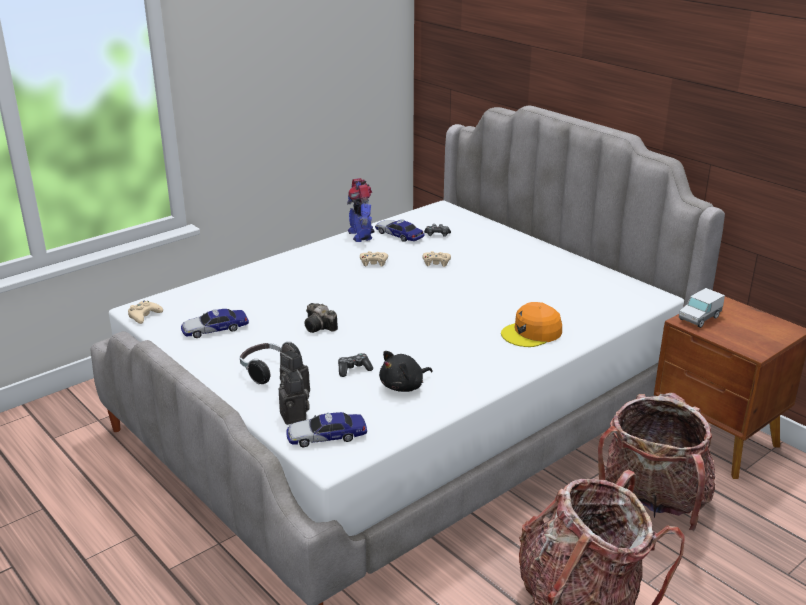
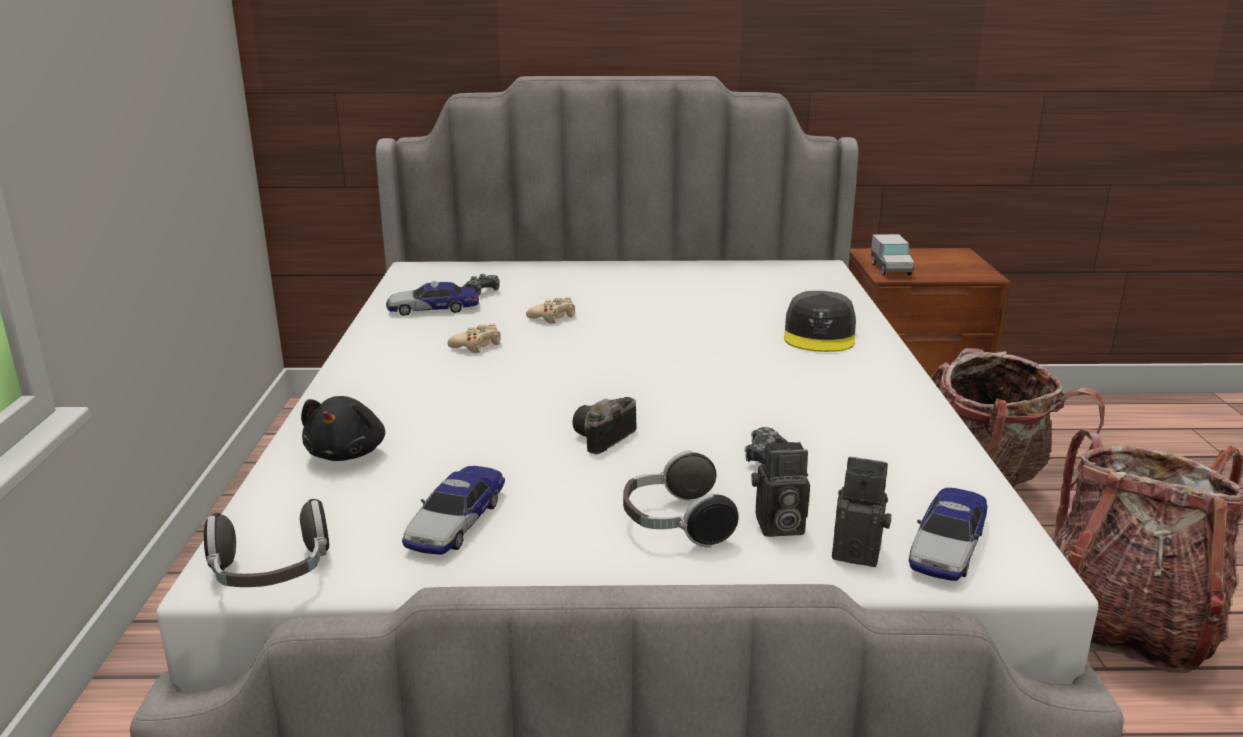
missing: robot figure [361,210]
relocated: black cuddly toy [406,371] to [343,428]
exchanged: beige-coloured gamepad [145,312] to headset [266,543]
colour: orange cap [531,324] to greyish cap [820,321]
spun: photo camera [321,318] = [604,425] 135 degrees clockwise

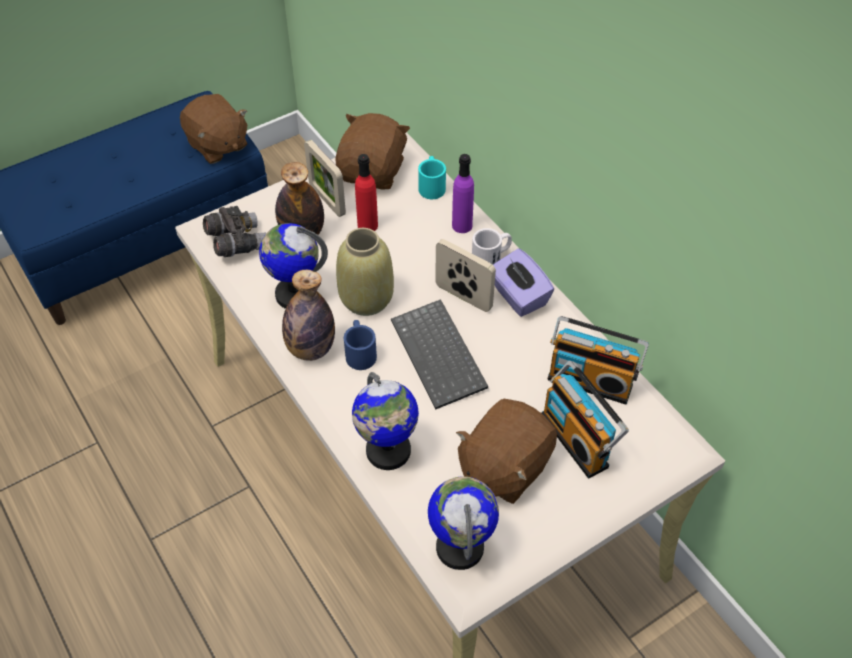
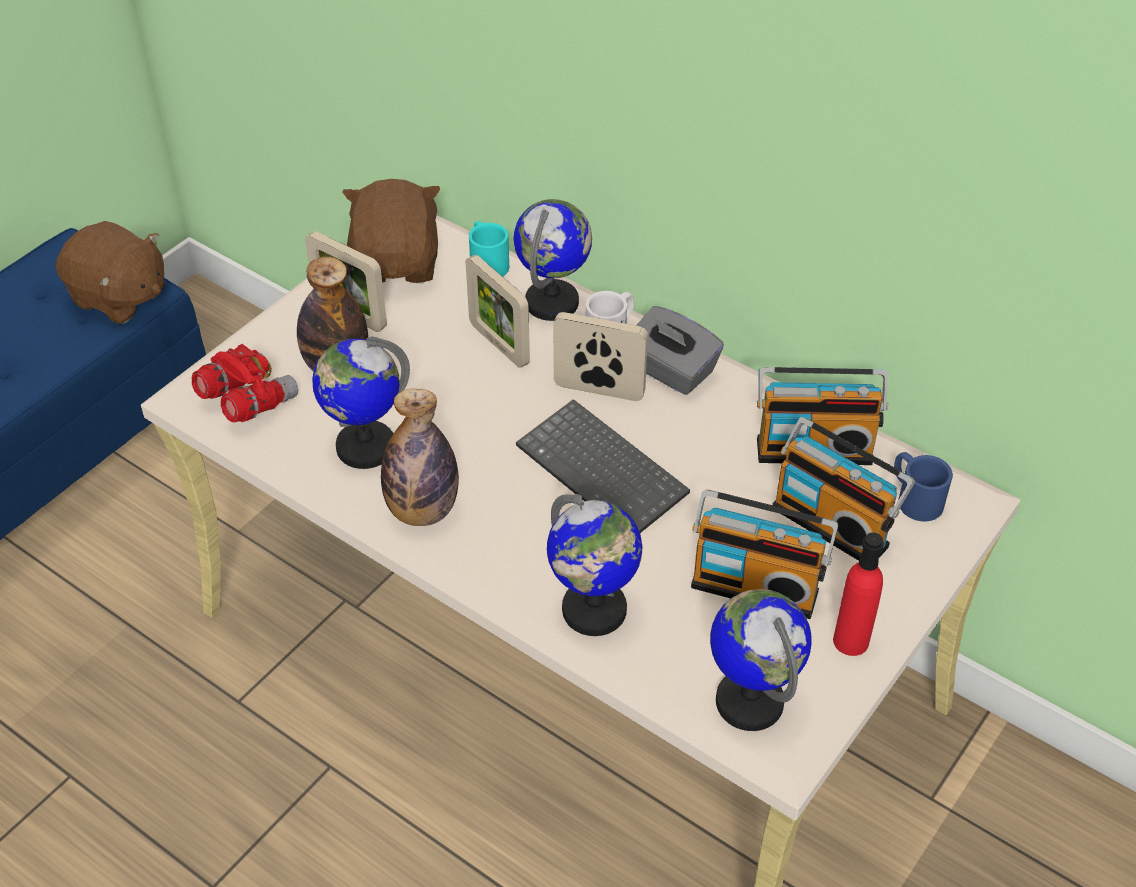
missing: beige-coloured vase [365,272]
appeared: standing frame [498,311]
relocated: reddish beverage bottle [366,192] to [858,594]; blue mug [360,345] to [923,487]
exchanged: purplish beverage bottle [463,193] to world globe [553,260]; brown-coloured cuddly toy [506,451] to radio receiver [764,554]
colour: greyish binoculars [234,231] to reddish binoculars [245,383]; purplish tissue box [523,283] to greyish tissue box [680,350]

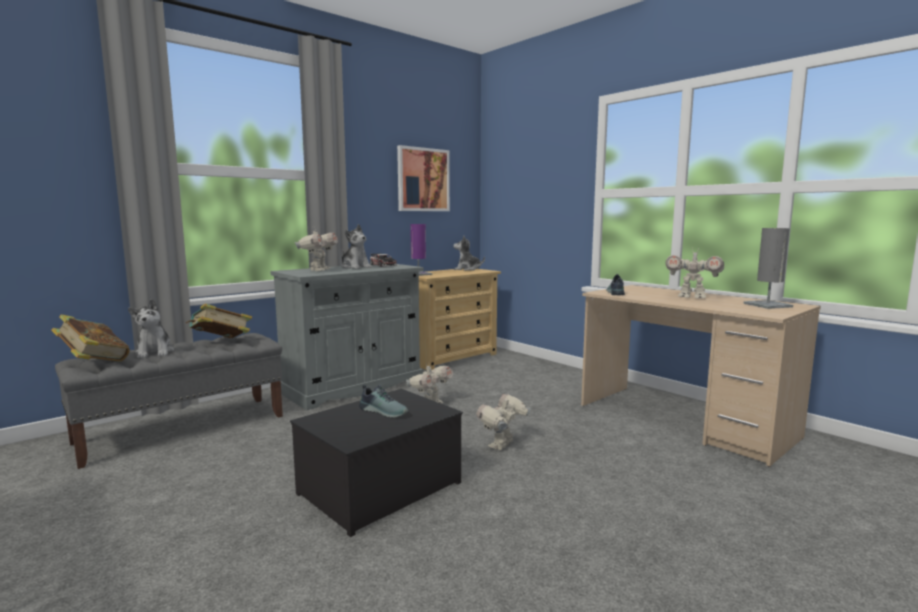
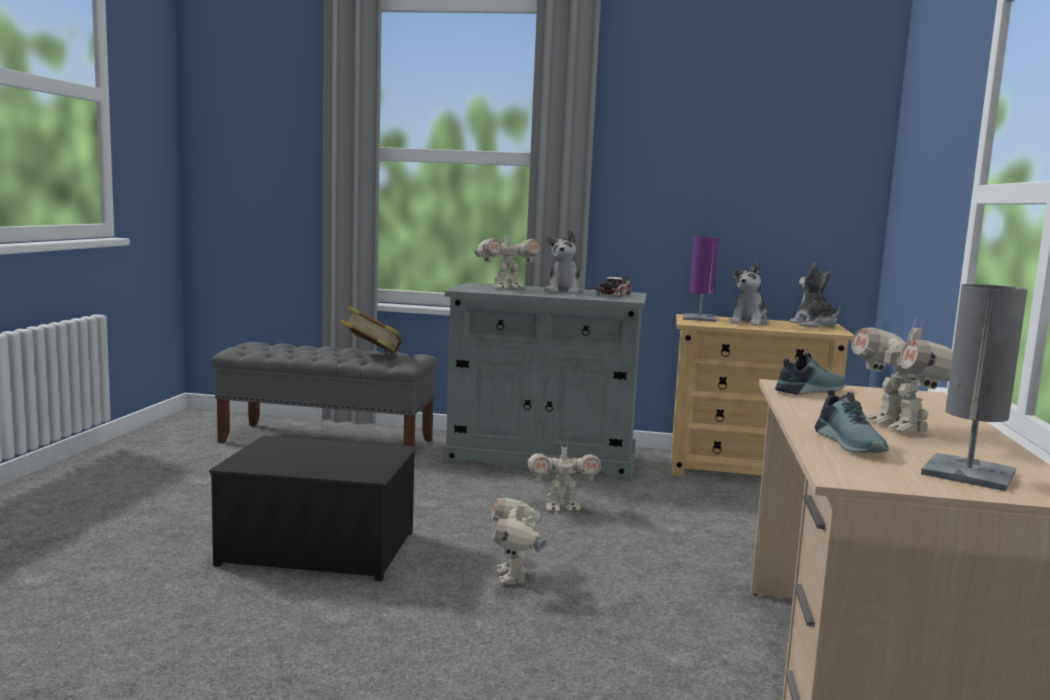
missing: volume [90,338]; picture [423,178]
relocated: cuddly toy [151,328] to [749,293]; item of footwear [383,401] to [852,421]
spun: robot figure [503,422] = [519,540] 90 degrees counterclockwise

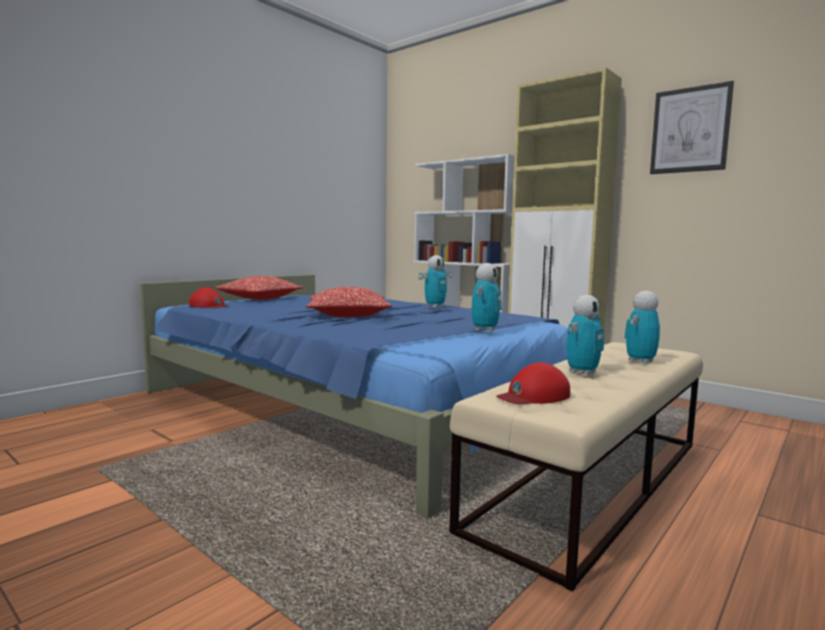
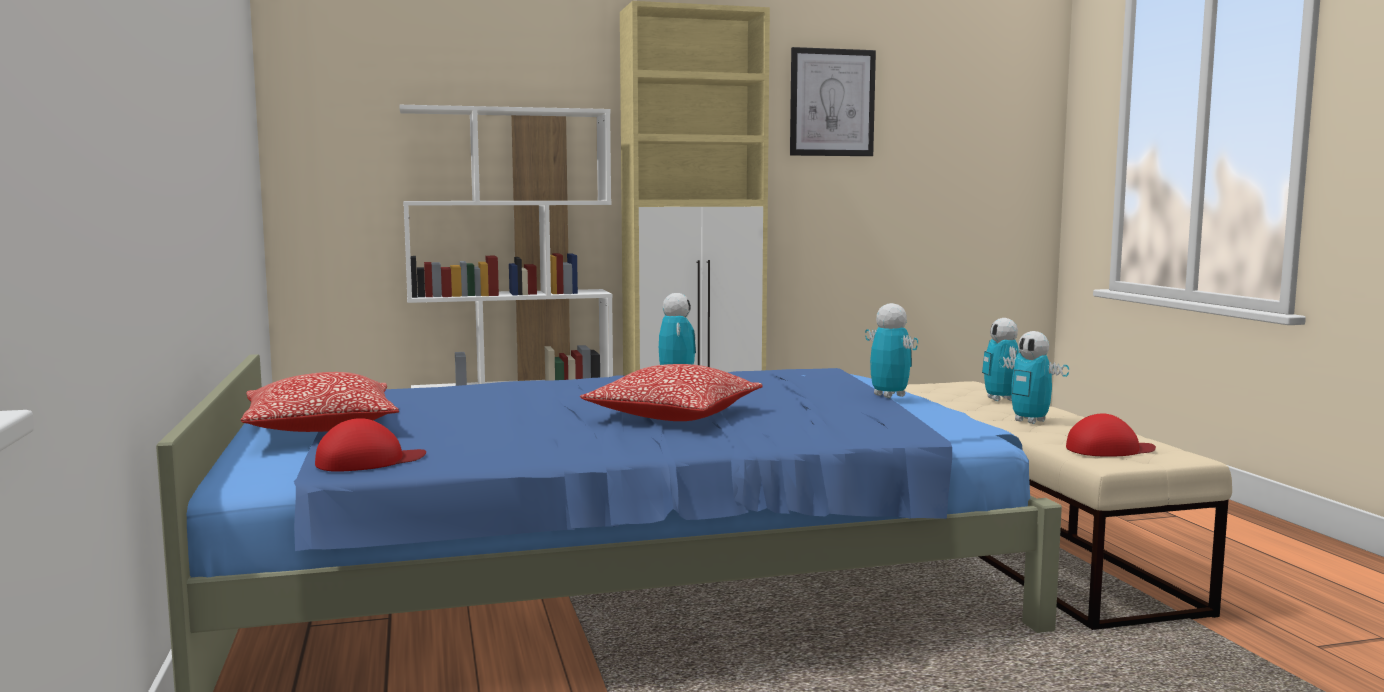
spun: robot figure [585,335] = [1034,377] 150 degrees clockwise; reddish cap [533,383] = [1111,435] 105 degrees counterclockwise

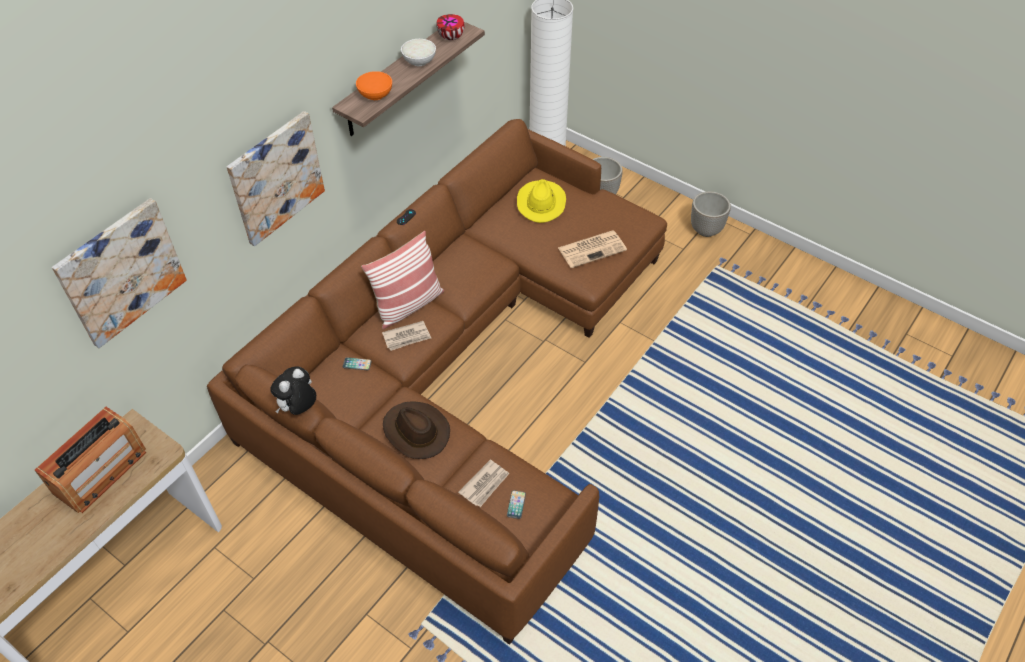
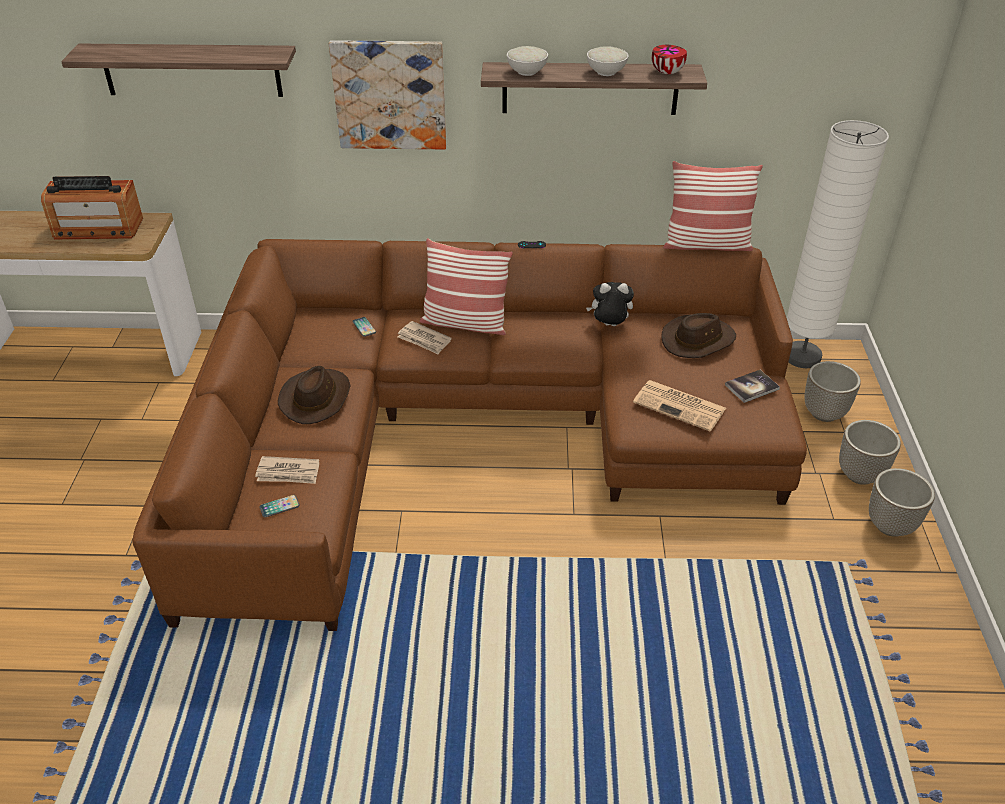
appeared: pillow [713,206]; volume [752,386]; plant pot [870,452]
relocated: cuddly toy [293,390] to [610,304]
exchanged: picture [119,273] to bracket shelf [178,70]
colour: orange deep dish [374,85] to white-coloured deep dish [527,61]; yellow-coloured hat [541,201] to brown-coloured hat [698,335]

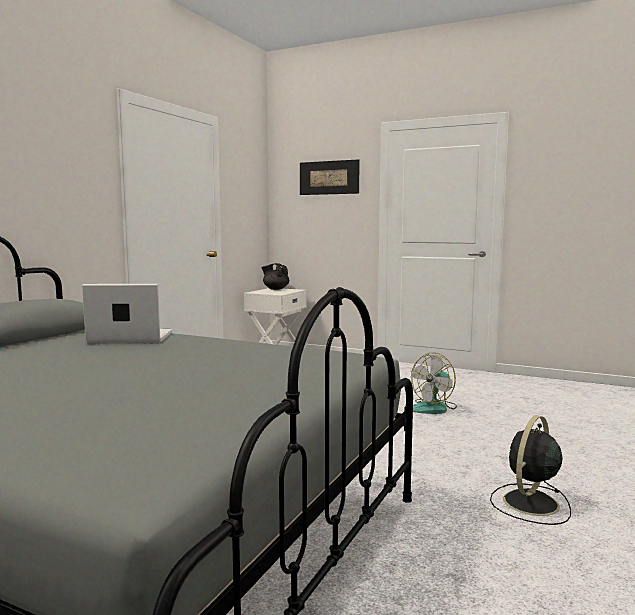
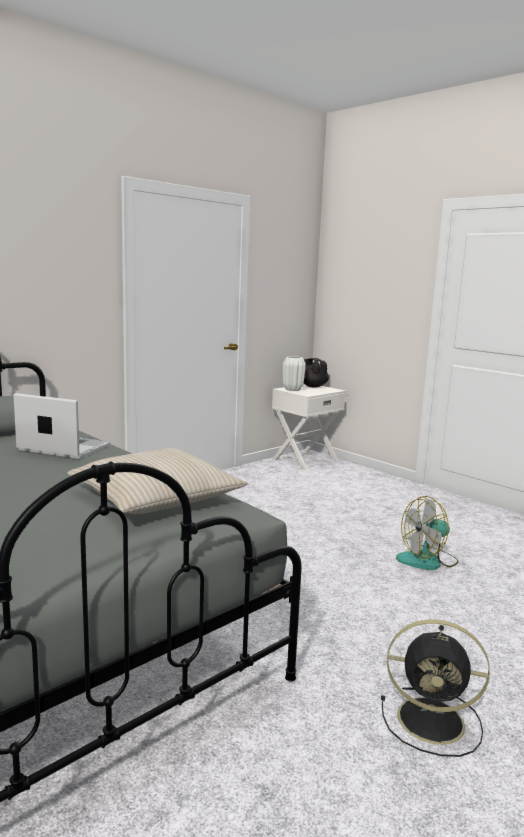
missing: picture [330,177]
appeared: beige-coloured pillow [157,481]; white-coloured vase [294,373]
spun: black cooling fan [530,470] = [435,688] 135 degrees counterclockwise

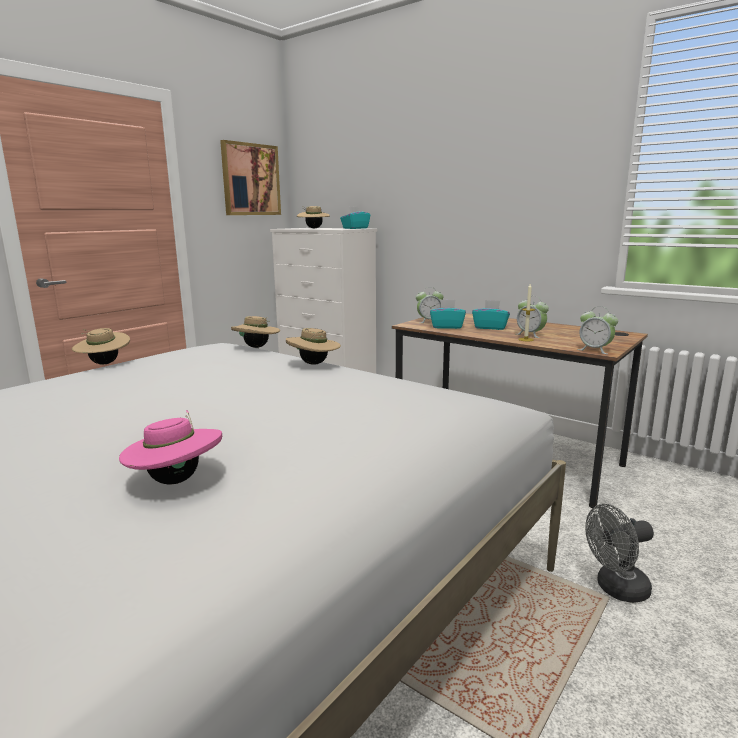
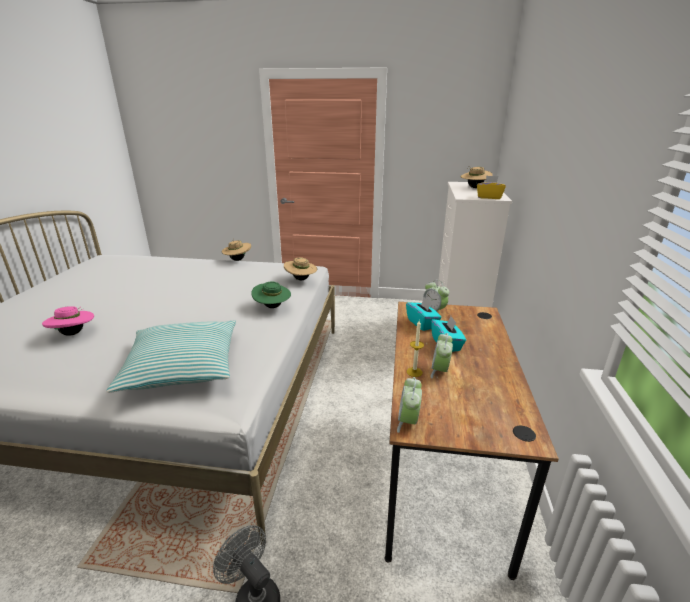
missing: picture [250,177]
appeared: pillow [171,356]
colour: beige-coloured hat [313,346] to green-coloured hat [271,294]; turquoise-coloured tissue box [355,218] to yellow-coloured tissue box [491,187]

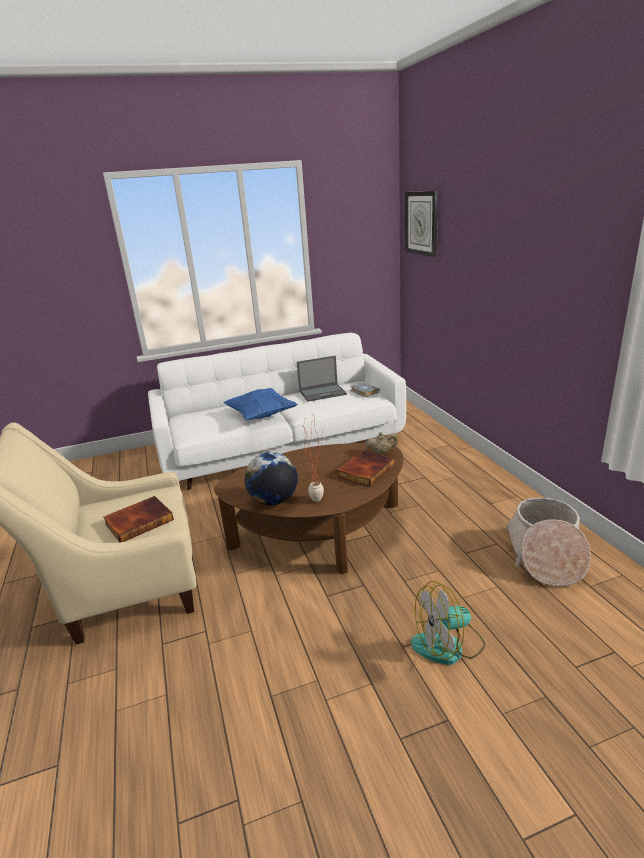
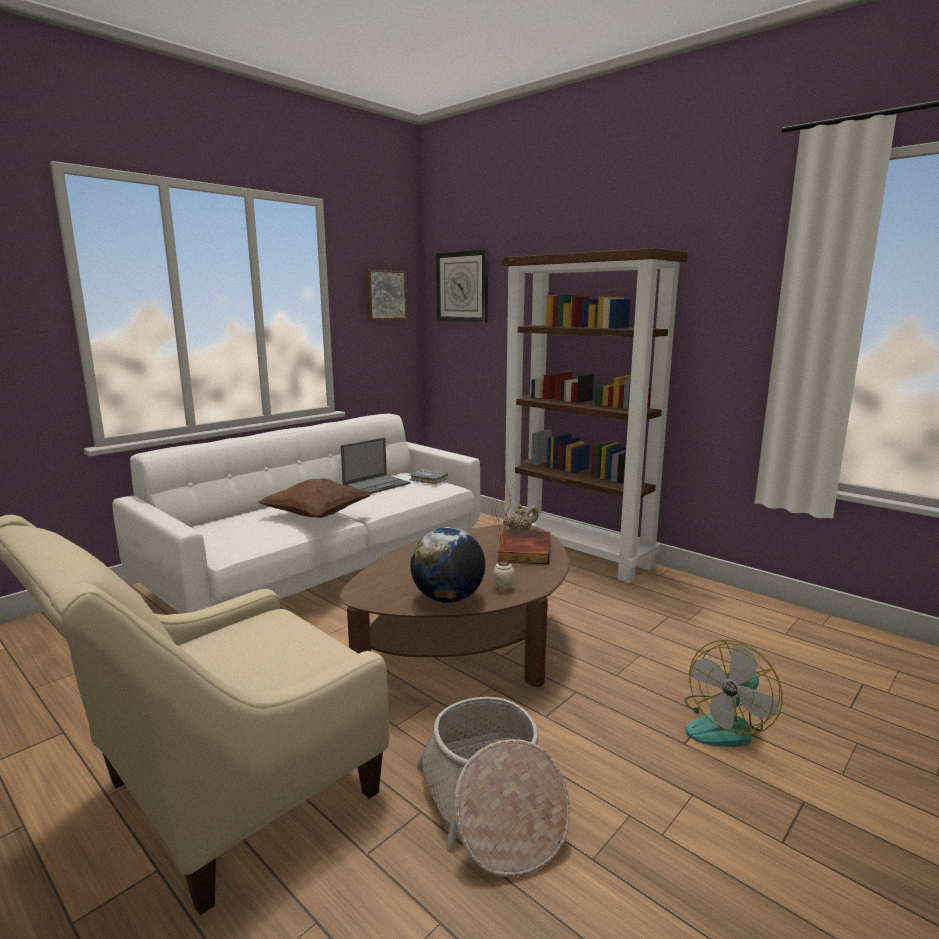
missing: volume [138,519]
appeared: picture [386,295]; brown-coloured shelving unit [594,415]
relocated: storage basket [548,542] to [493,787]
colour: blue pillow [260,404] to brown-coloured pillow [315,498]

